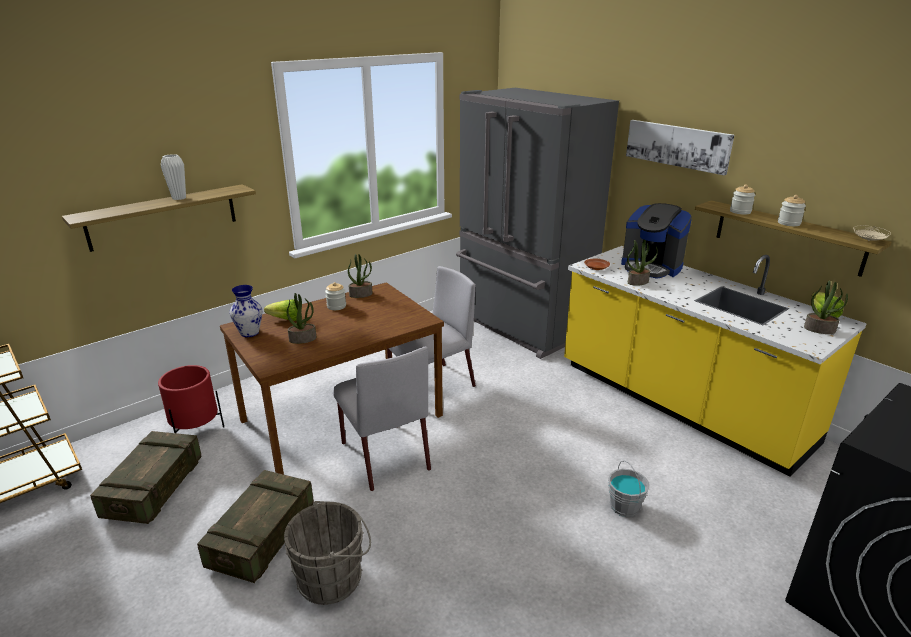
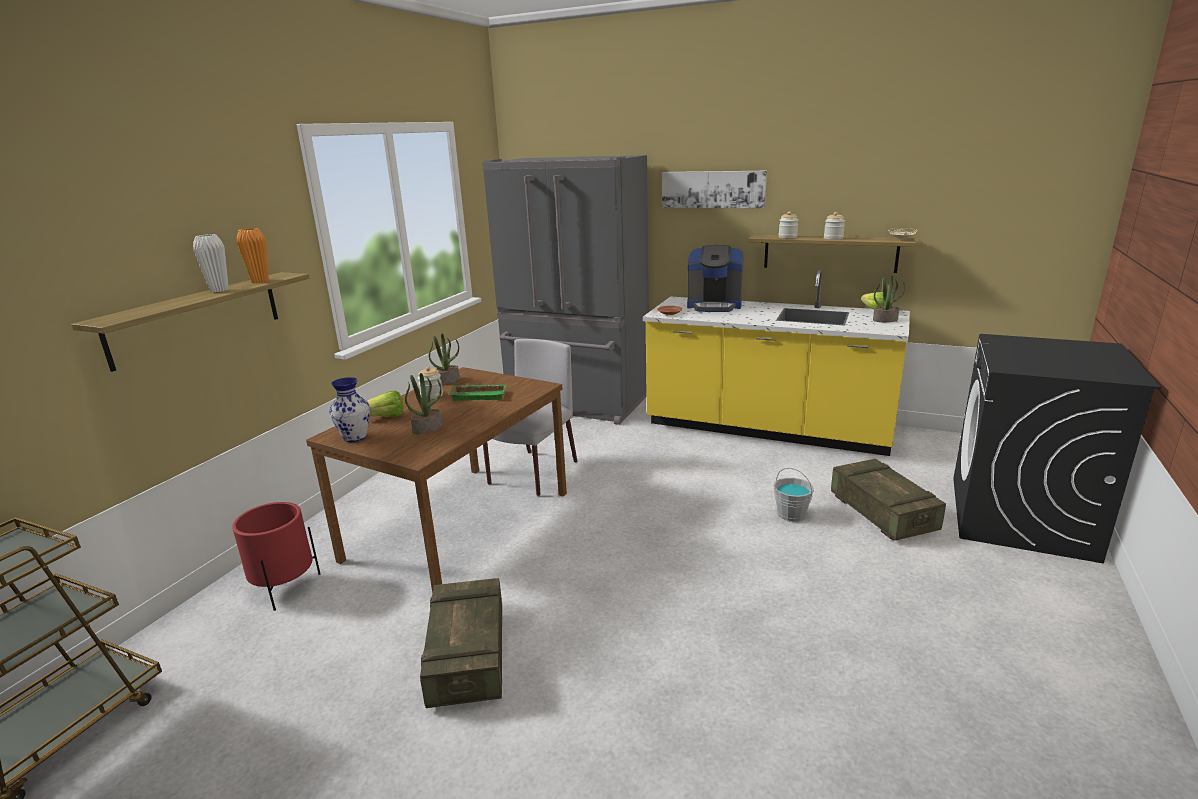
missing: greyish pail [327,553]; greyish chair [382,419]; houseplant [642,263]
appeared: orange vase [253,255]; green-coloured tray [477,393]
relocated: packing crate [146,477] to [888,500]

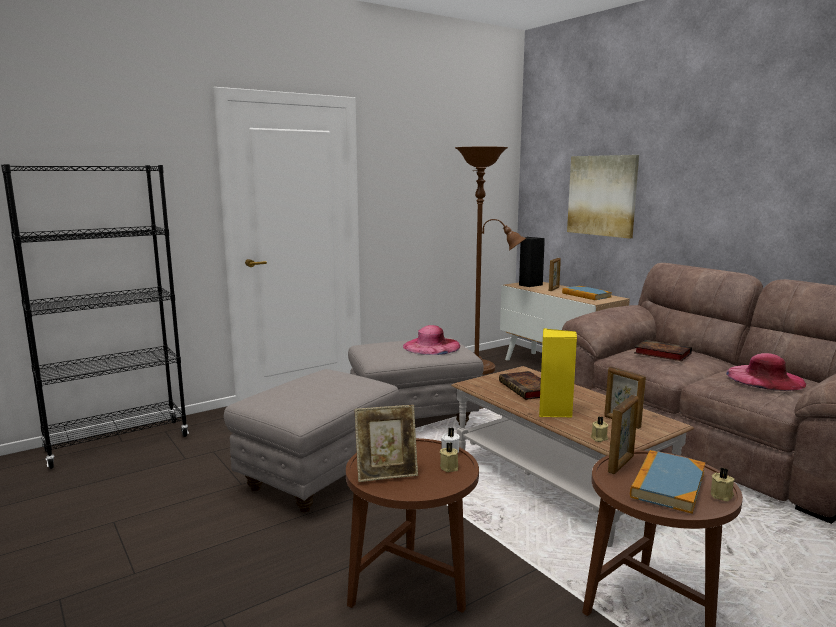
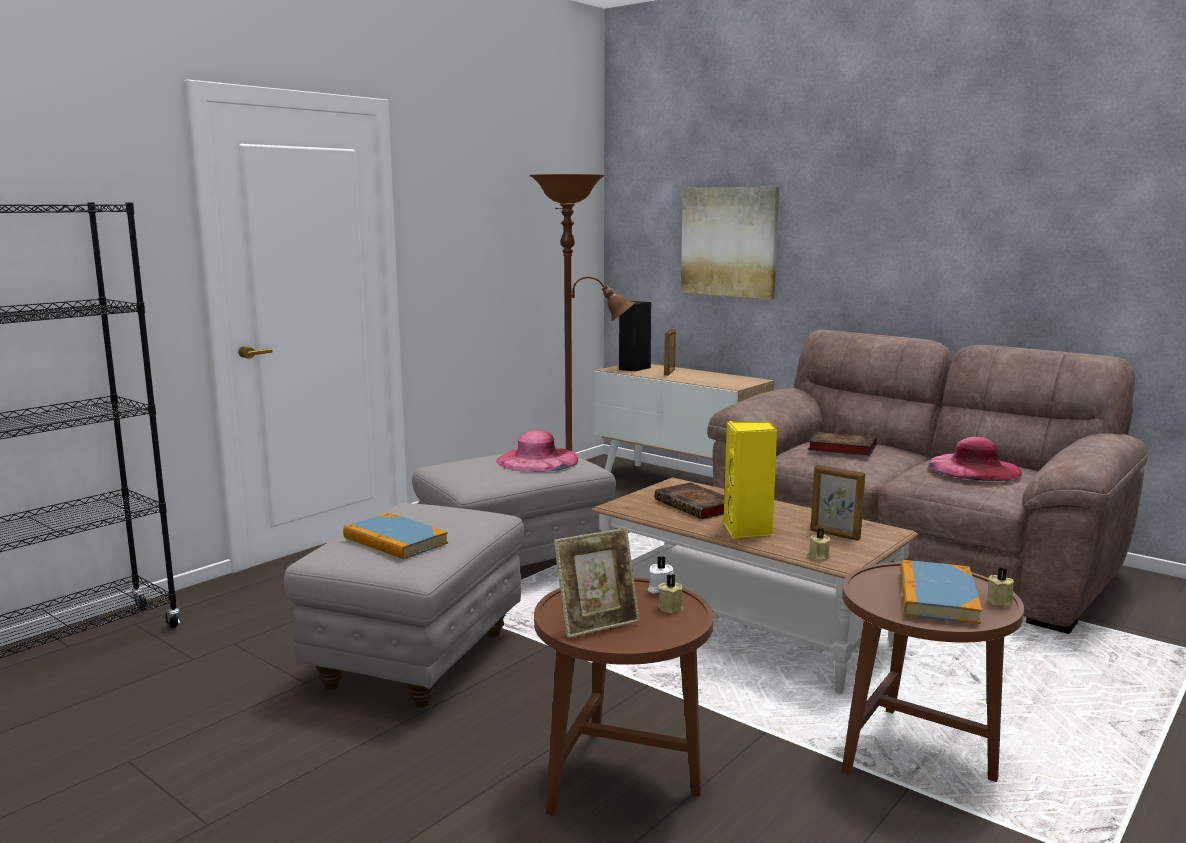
missing: standing frame [623,434]
relocated: volume [587,293] to [395,536]

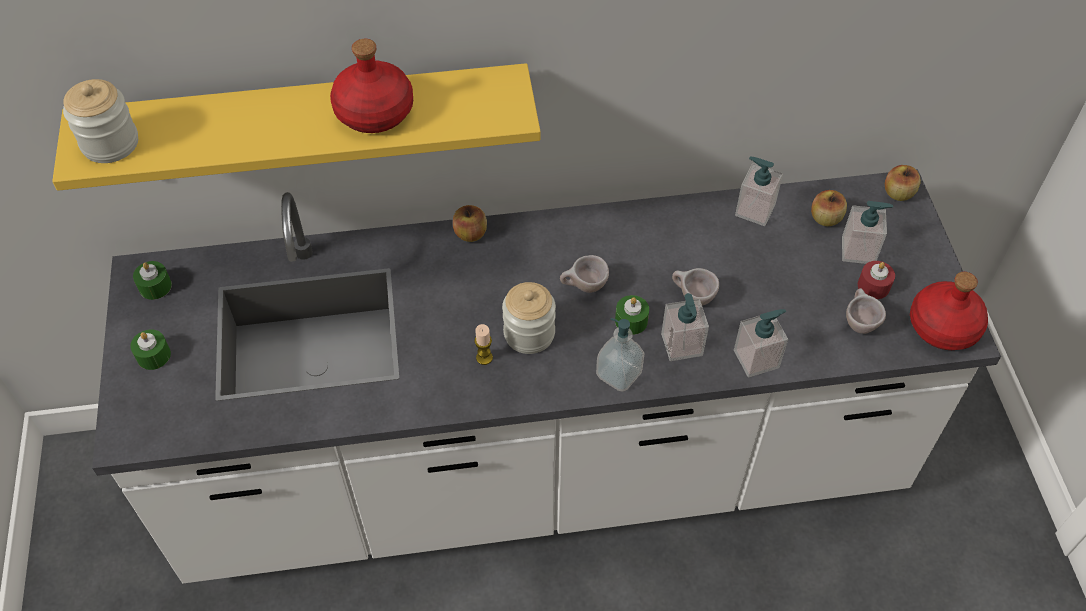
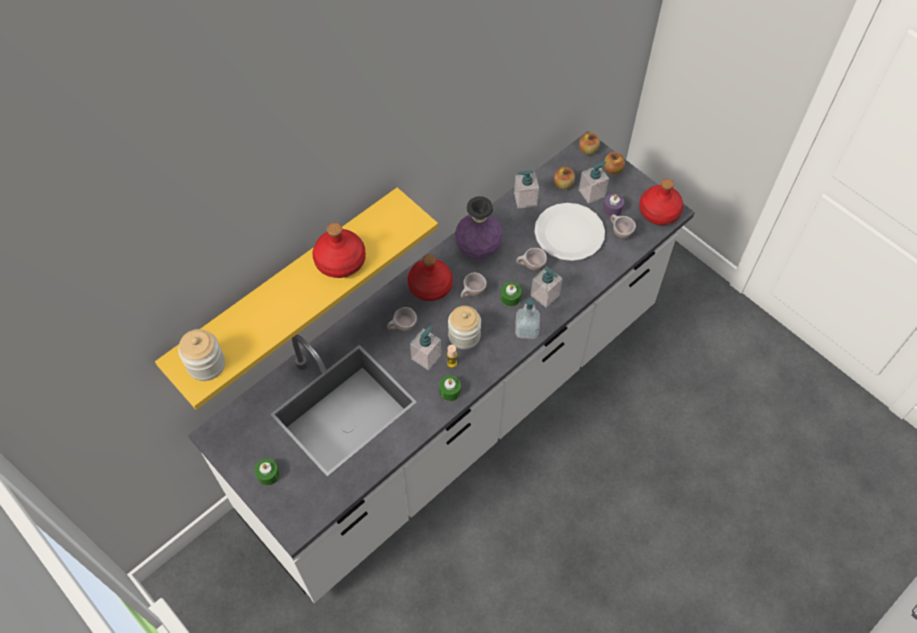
appeared: beige-coloured cup [402,319]; reddish beverage bottle [430,277]; purplish vase [479,227]; white-coloured plate [569,232]
relocated: soap dispenser [761,343] to [425,347]; green-coloured wax light [152,280] to [450,388]; apple [470,223] to [614,163]
colour: reddish wax light [876,280] to purplish wax light [613,205]

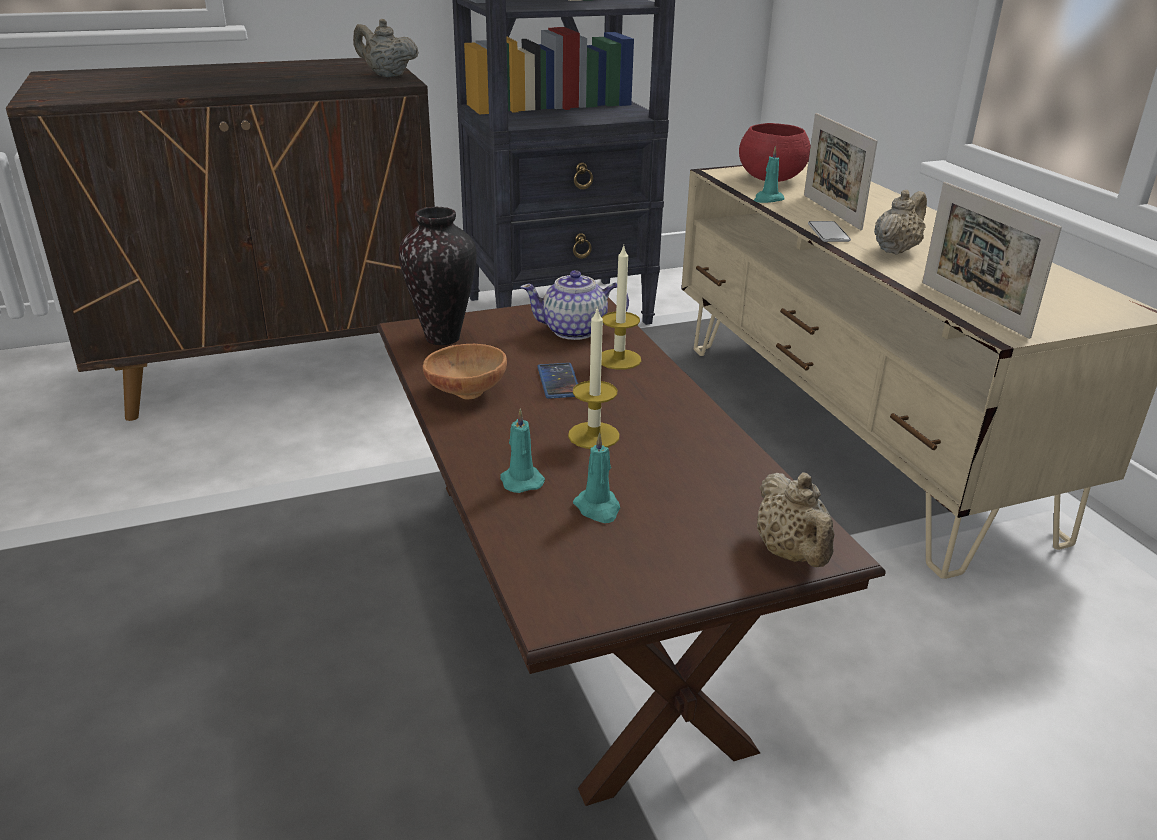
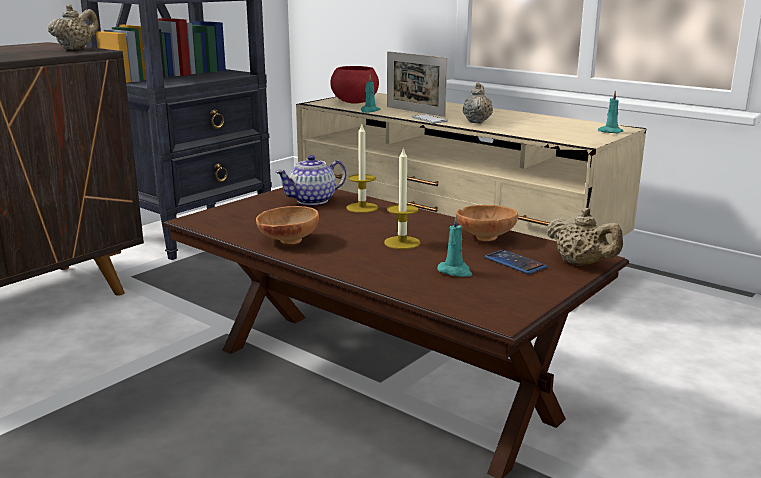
missing: vase [438,276]; standing frame [992,260]
appeared: brown-coloured deep dish [487,223]
relocated: telephone [557,381] to [516,262]; turquoise-coloured wax light [522,451] to [610,112]
spun: beige-coloured tea pot [386,48] = [73,27] 120 degrees clockwise

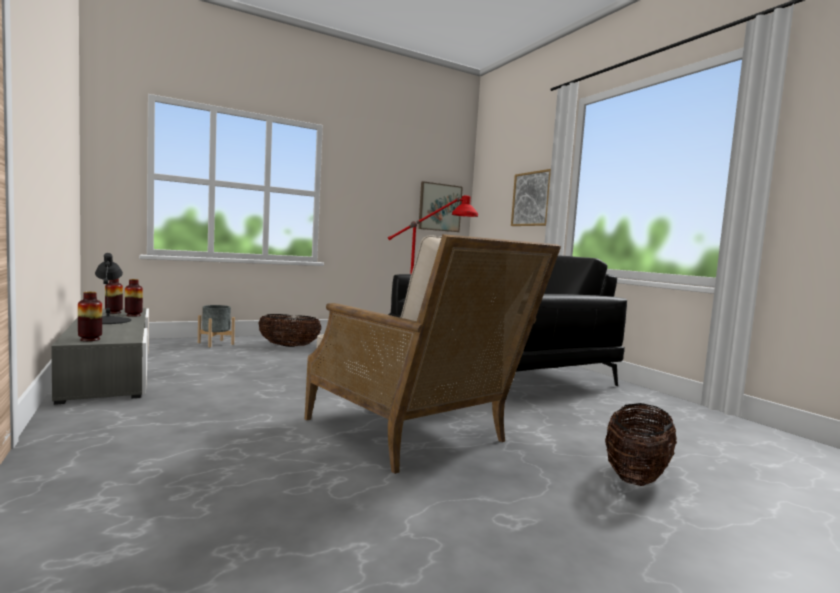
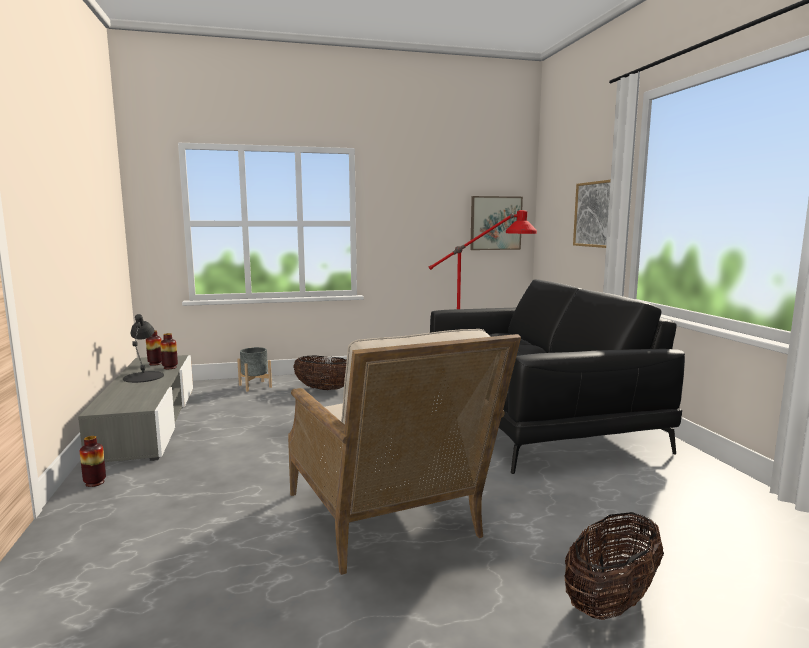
relocated: vase [90,316] to [93,461]

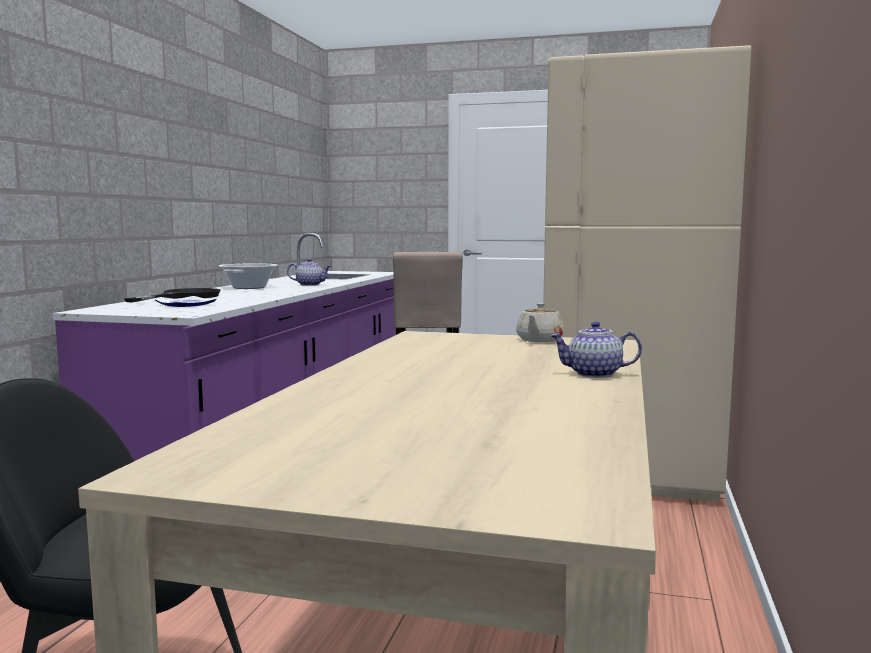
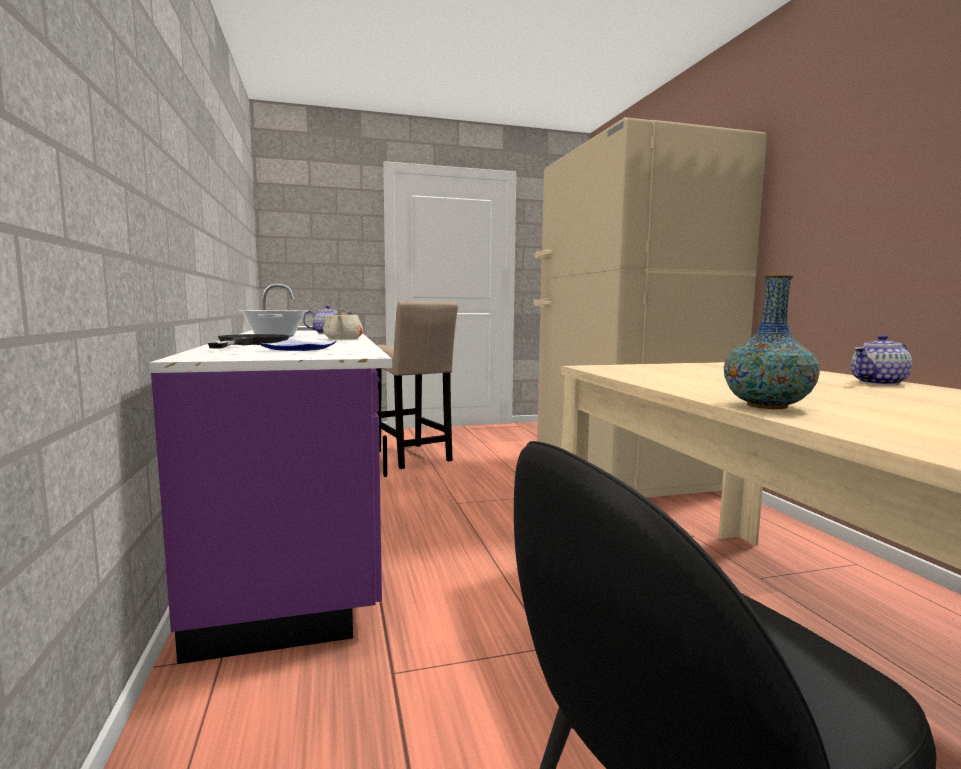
appeared: vase [772,342]
relocated: beige-coloured tea pot [540,322] to [343,324]

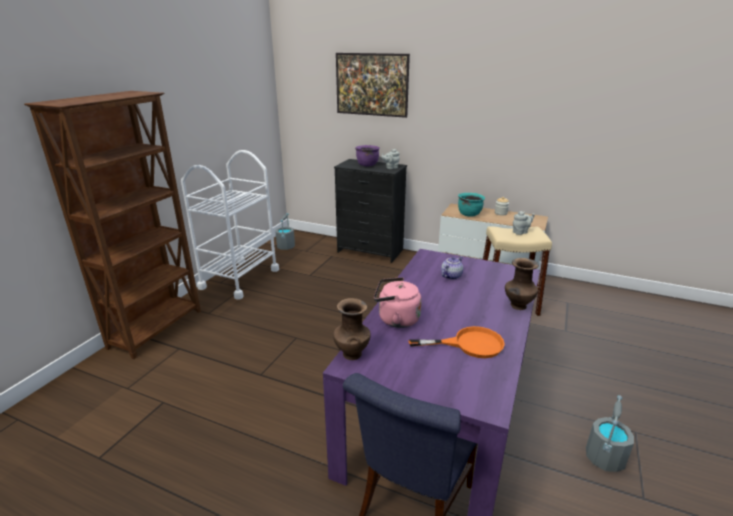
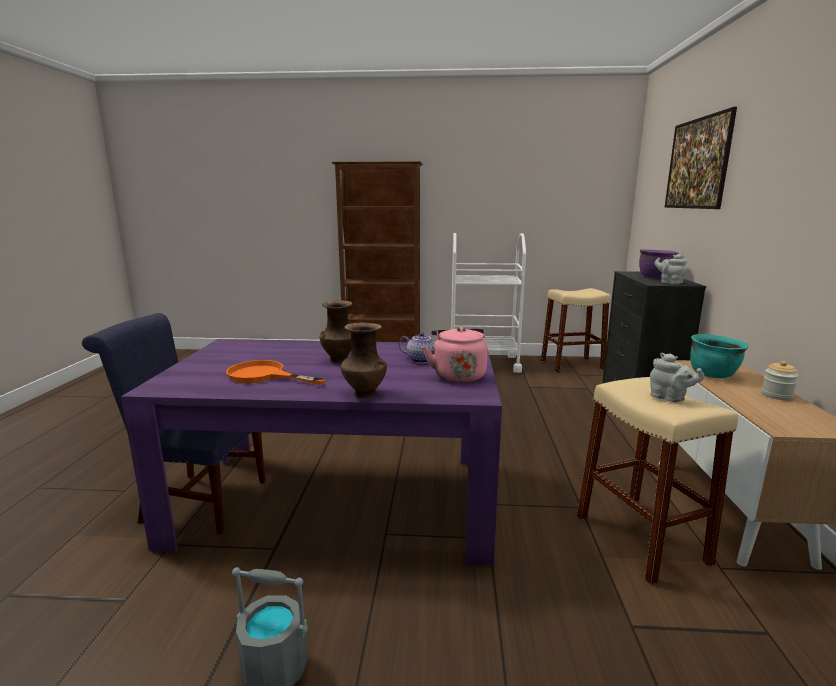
relocated: brown-coloured vase [352,329] to [336,331]; pink-coloured tea kettle [398,302] to [455,354]
exchanged: greyish pail [285,231] to beige-coloured sitting stool [576,330]
spun: orange frying pan [457,342] = [276,372] 135 degrees clockwise

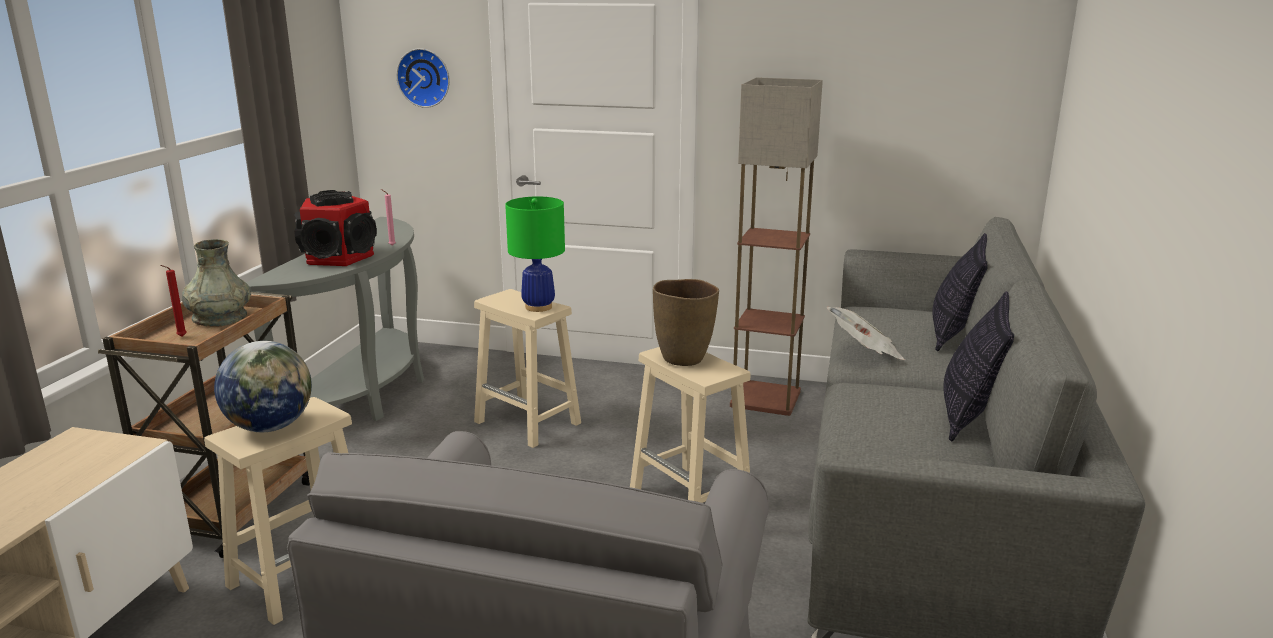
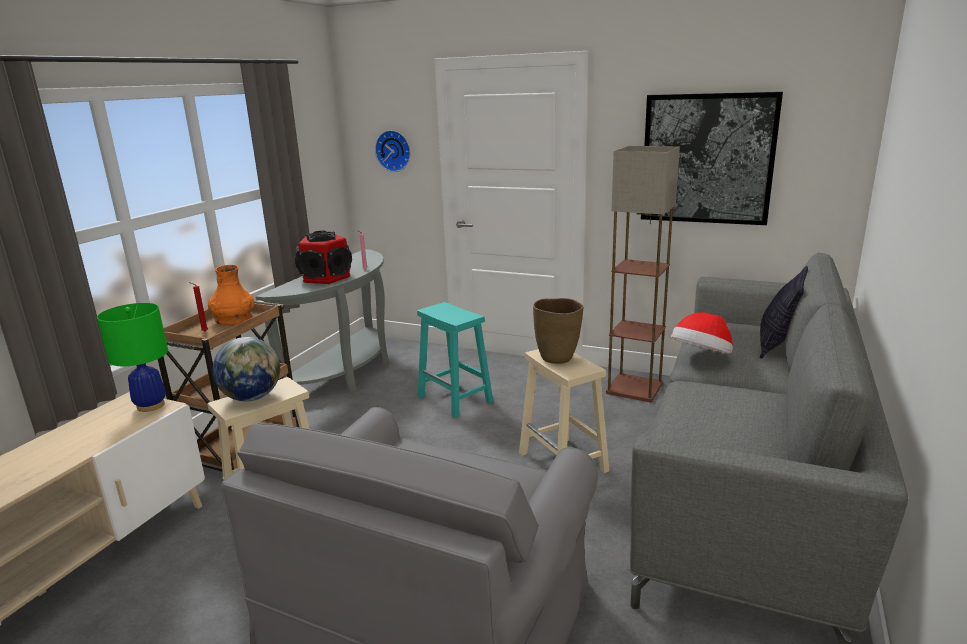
missing: pillow [979,366]
appeared: picture [712,158]
relocated: green-coloured tabletop lamp [535,254] to [132,357]
exchanged: printed paper [866,333] to hat [702,333]
colour: greyish vase [216,283] to orange vase [231,295]; beige-coloured sitting stool [527,368] to turquoise-coloured sitting stool [455,360]

